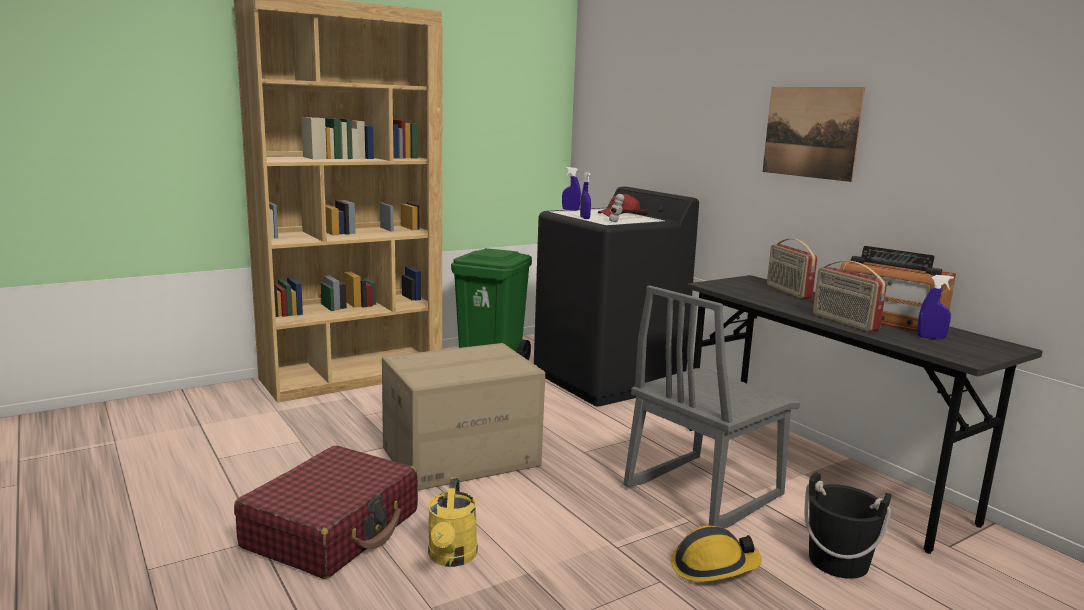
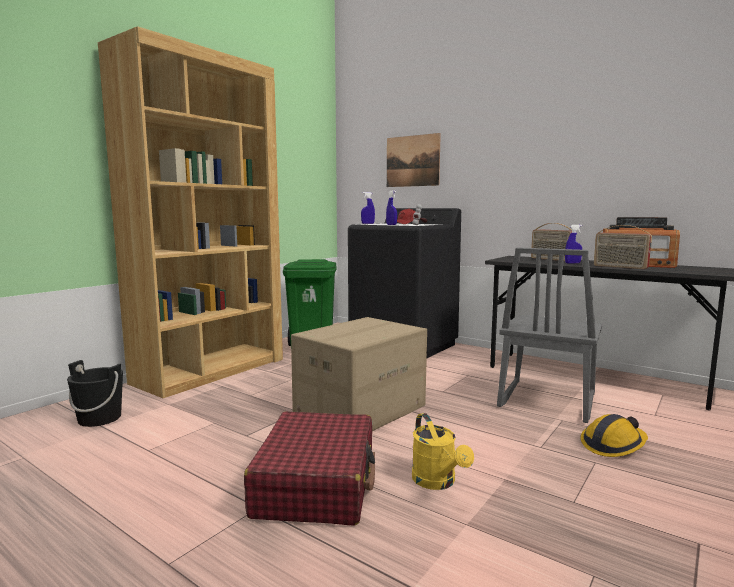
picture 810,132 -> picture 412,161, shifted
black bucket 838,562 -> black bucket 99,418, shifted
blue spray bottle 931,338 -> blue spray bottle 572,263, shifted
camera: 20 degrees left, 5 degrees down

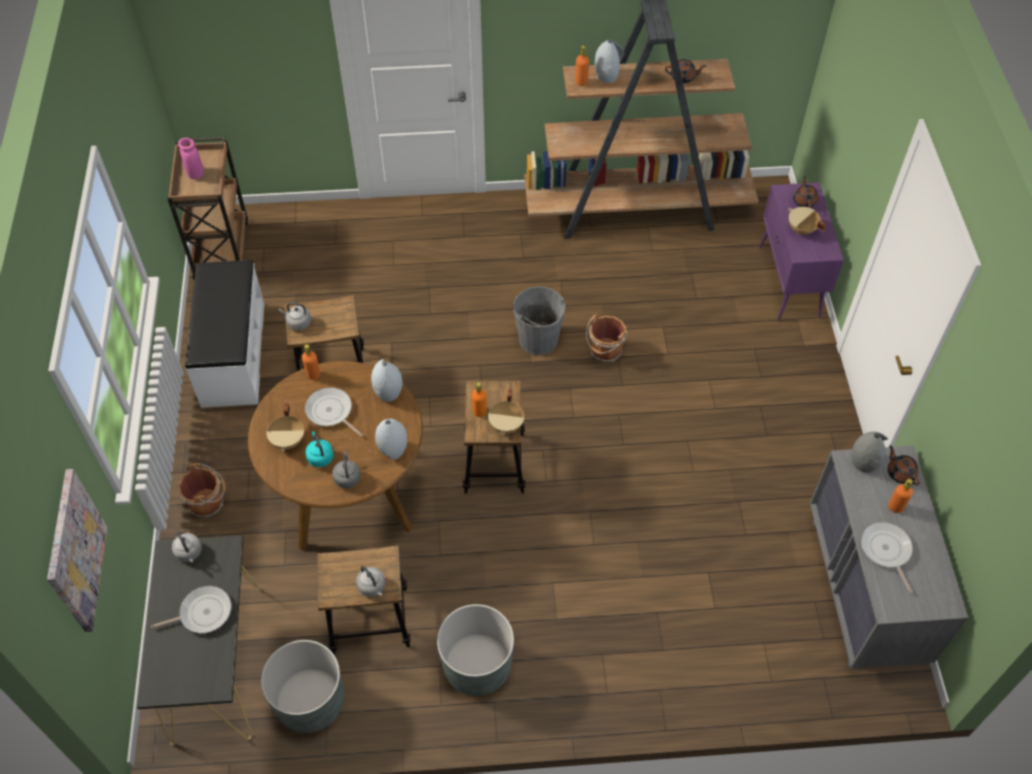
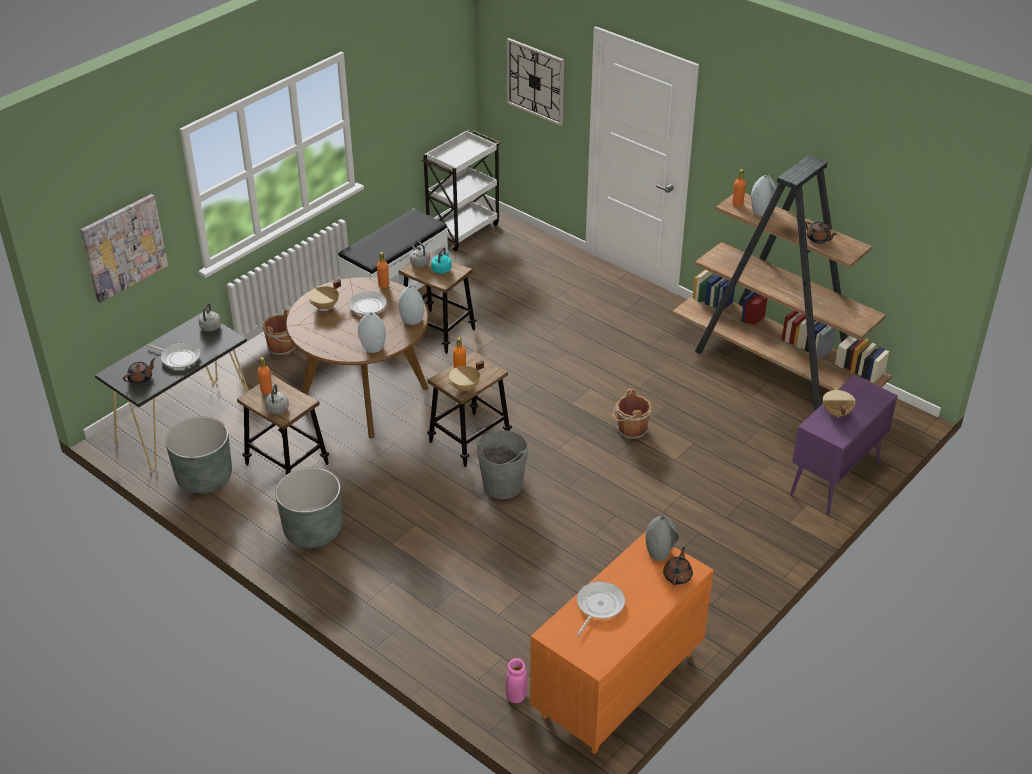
brown cart 221,248 -> white cart 463,229
pink vase 195,173 -> pink vase 516,696, shifted
turquoise kettle 320,456 -> turquoise kettle 442,269, shifted
grey kettle 347,477 -> none
grey bucket 538,339 -> grey bucket 502,485, shifted
brown teapot 804,201 -> brown teapot 141,378, shifted
grey dresser 863,590 -> orange dresser 617,686
orange bottle 895,507 -> orange bottle 266,391, shifted
none -> wall clock 535,81
camera: 45 degrees right, 15 degrees down

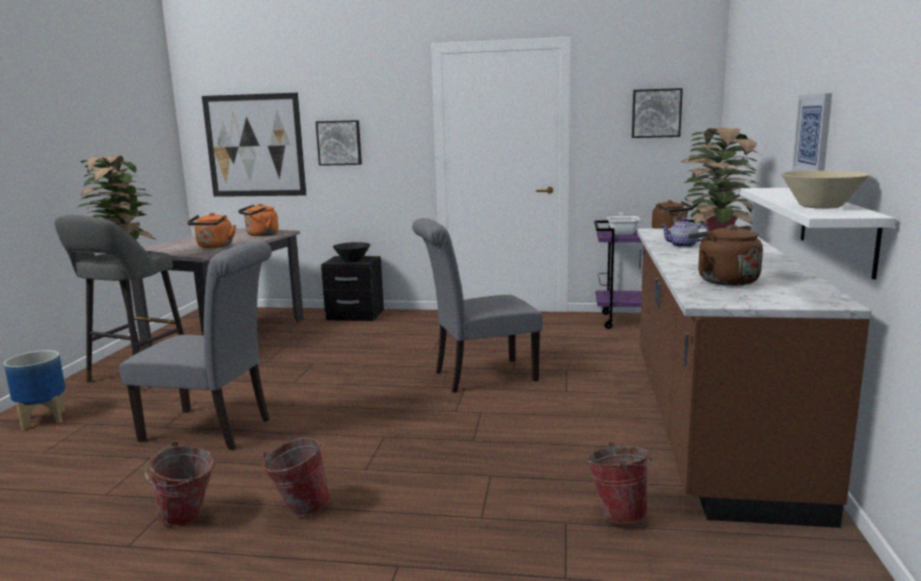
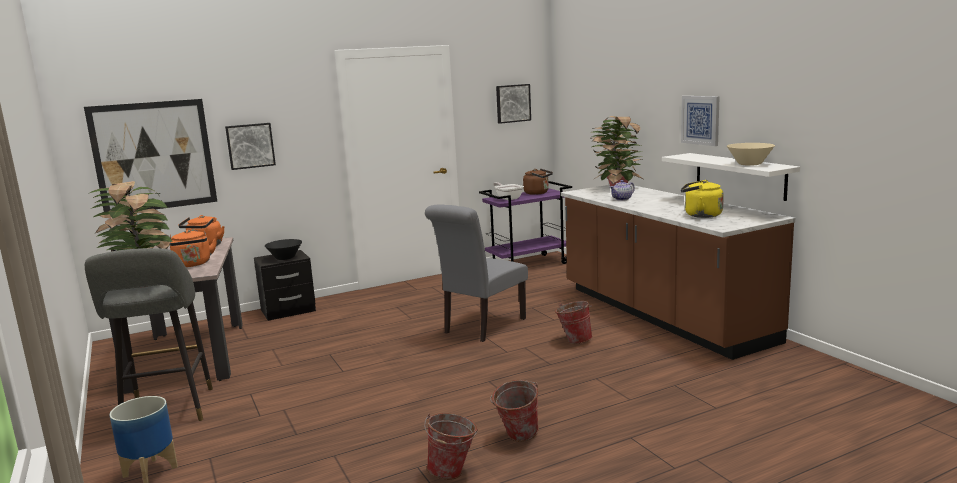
grey chair 214,430 -> none
bucket 618,513 -> bucket 574,340, shifted
brown kettle 723,280 -> yellow kettle 700,215
camera: 35 degrees left, 0 degrees up

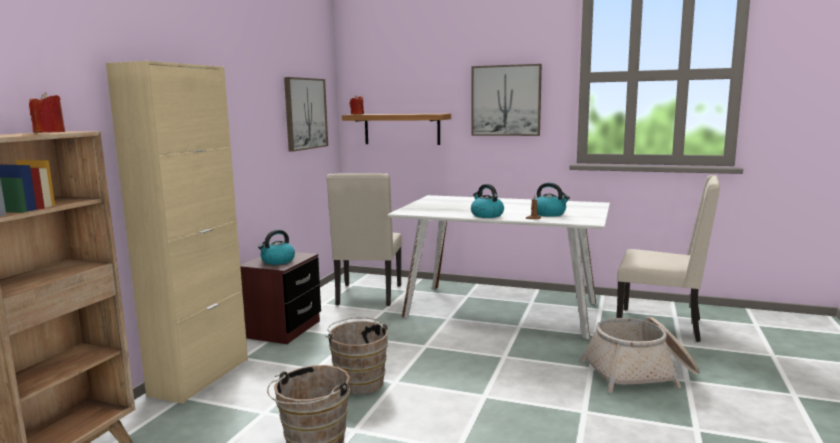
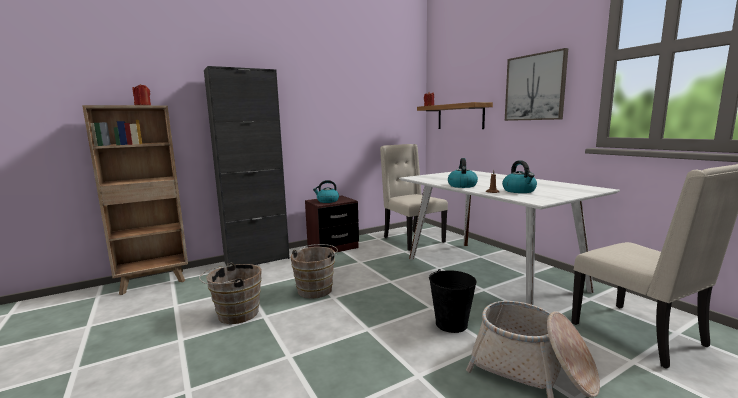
beige cabinet 200,377 -> black cabinet 257,260
picture 305,113 -> none
beige chair 368,296 -> beige chair 412,240, 105 degrees clockwise
none -> black bucket 451,324
camera: 40 degrees right, 0 degrees up

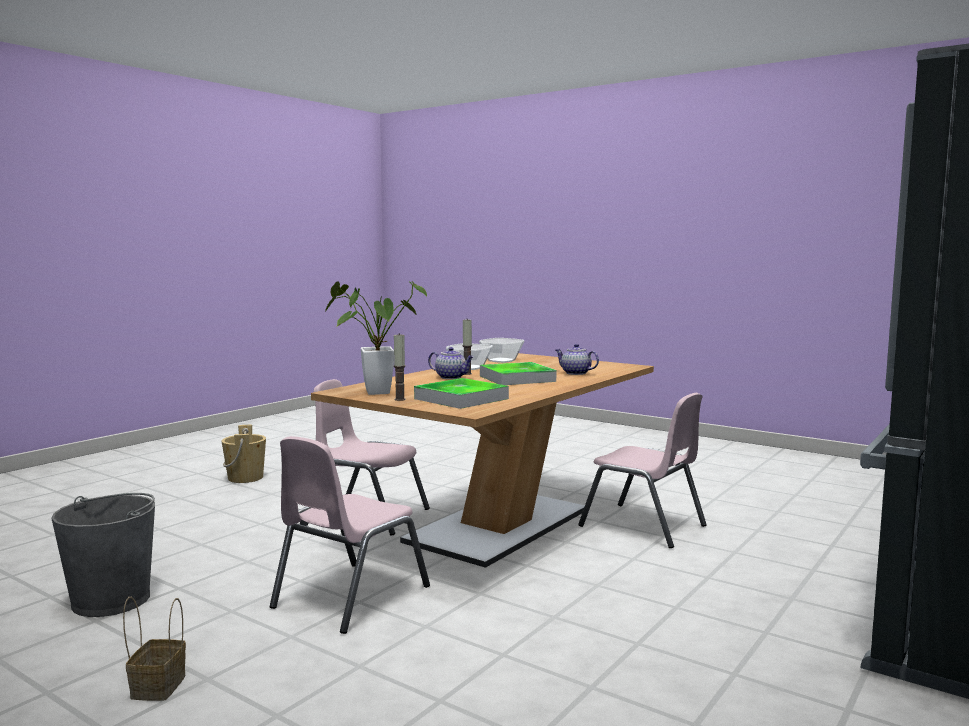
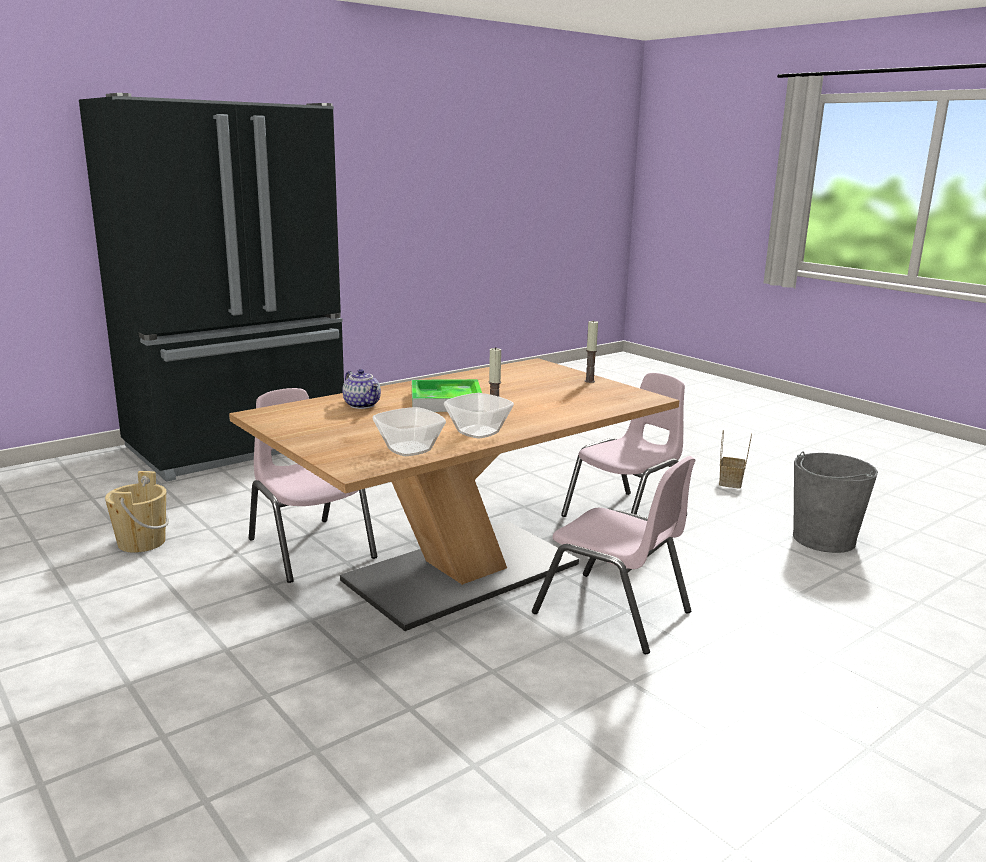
beige bucket 245,478 -> beige bucket 141,542, shifted
potted plant 370,392 -> none
tray 461,399 -> none
teapot 451,377 -> none
camera: 165 degrees left, 10 degrees up

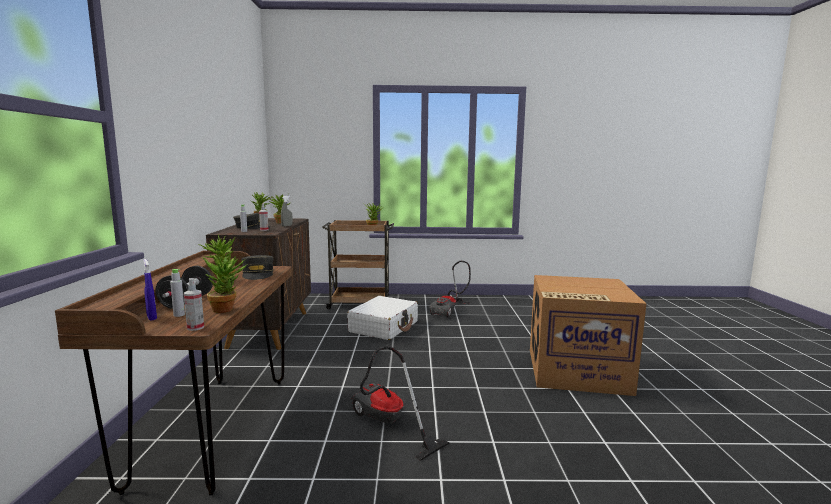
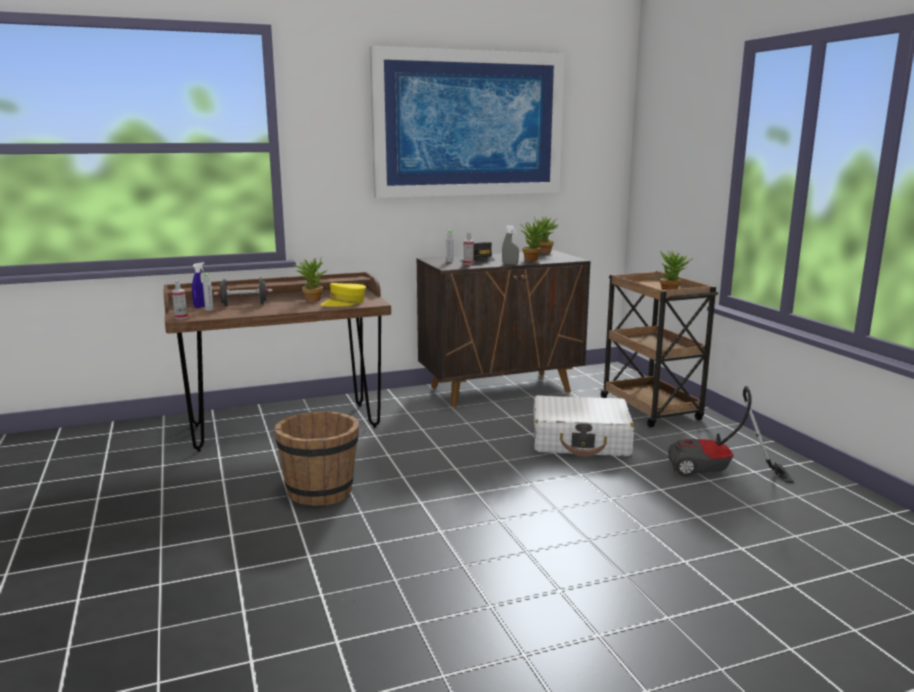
potted plant 227,309 -> none
grey cap 258,274 -> yellow cap 344,303
vacuum cleaner 386,424 -> brown bucket 320,491
cardboard box 575,371 -> none
none -> picture 469,124
camera: 70 degrees right, 5 degrees up

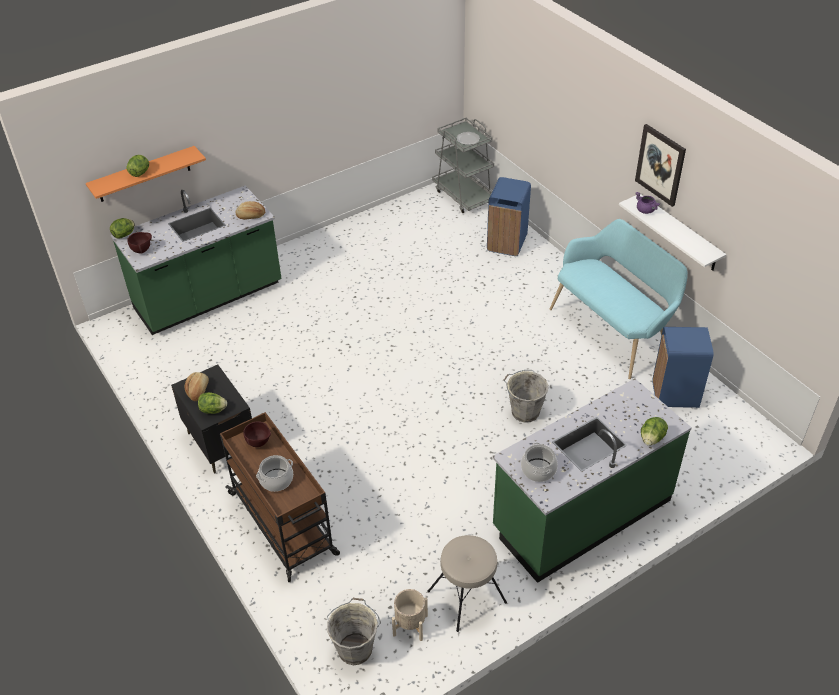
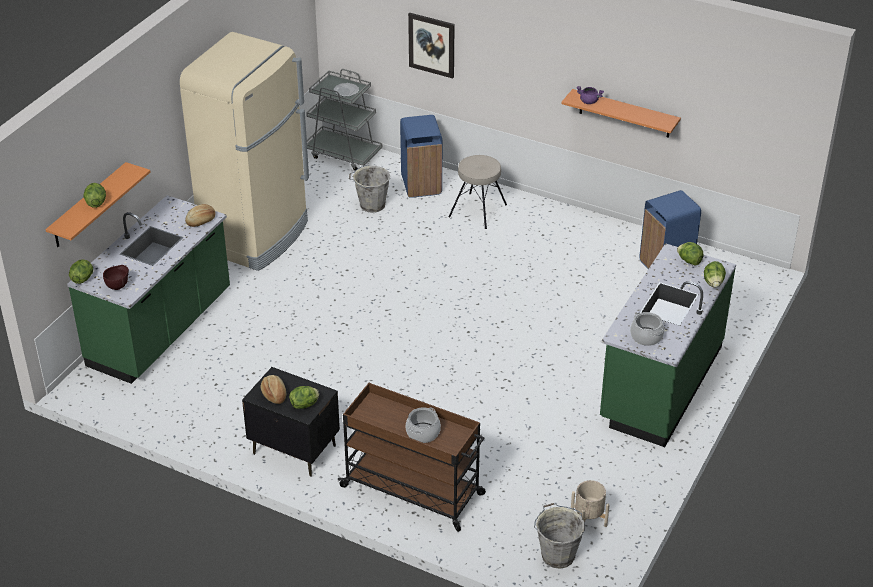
brown bowl 259,443 -> none
beige stool 467,597 -> beige stool 478,211, shifted
grey bucket 524,411 -> grey bucket 371,205, shifted
turquoise bench 612,330 -> none
white shelf 679,233 -> orange shelf 624,114
picture 660,165 -> picture 432,45, shifted
none -> beige fridge 256,236
none -> lettuce 689,261
camera: 30 degrees left, 5 degrees down

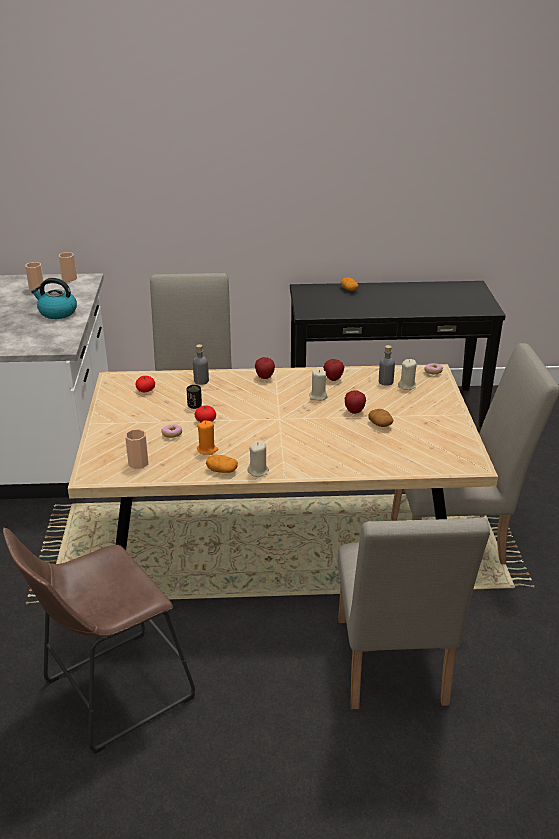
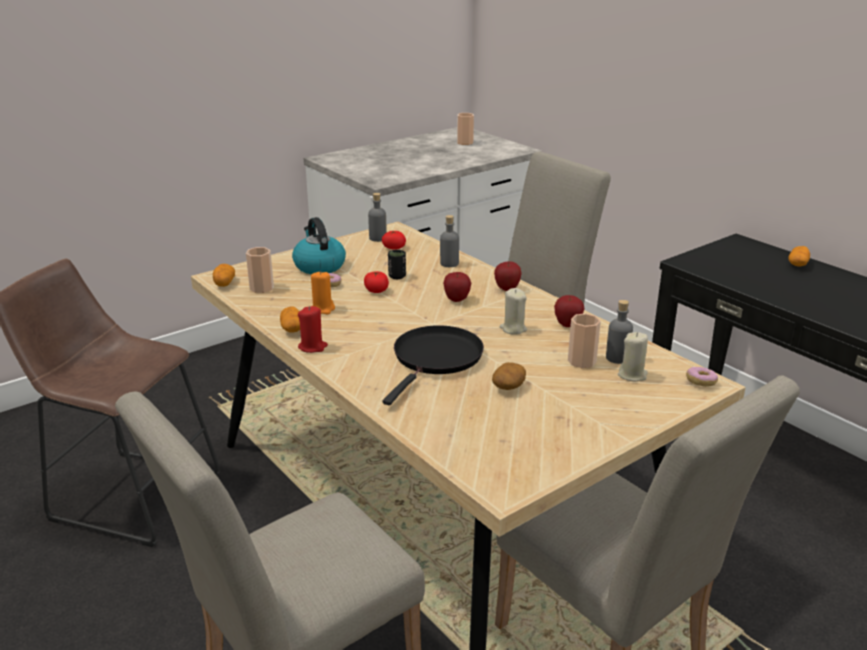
kettle 57,312 -> kettle 319,266, shifted
cup 69,278 -> cup 582,361, shifted
beige candle 258,471 -> red candle 312,347
apple 354,411 -> apple 456,300, shifted
none -> potato 224,283
none -> grey bottle 377,238
none -> black frying pan 436,359
camera: 55 degrees right, 5 degrees down

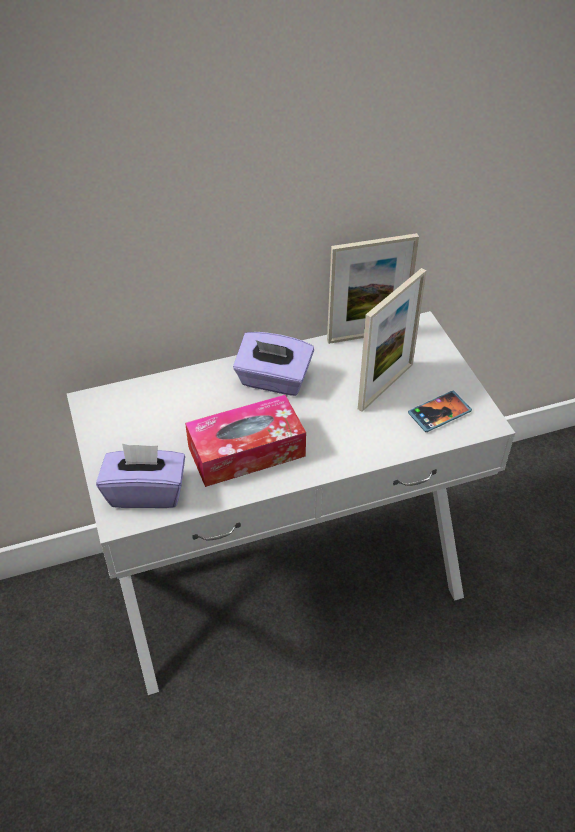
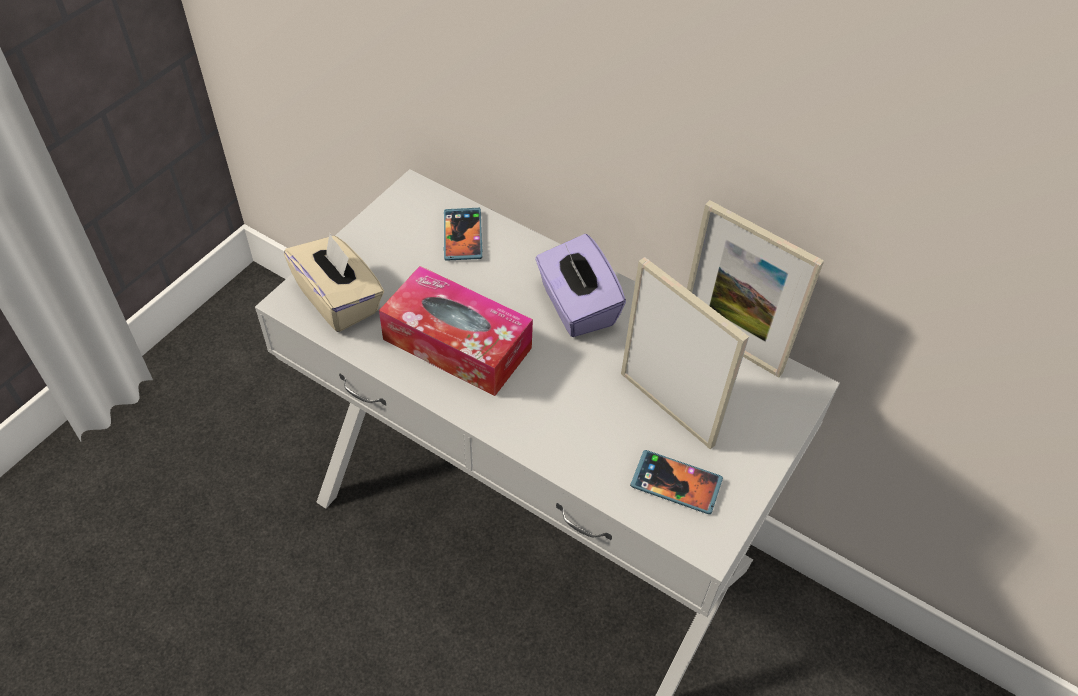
purple tissue box 146,492 -> beige tissue box 339,300
picture frame 385,386 -> picture frame 667,408, 135 degrees counterclockwise
none -> phone 462,236
camera: 50 degrees right, 5 degrees up

